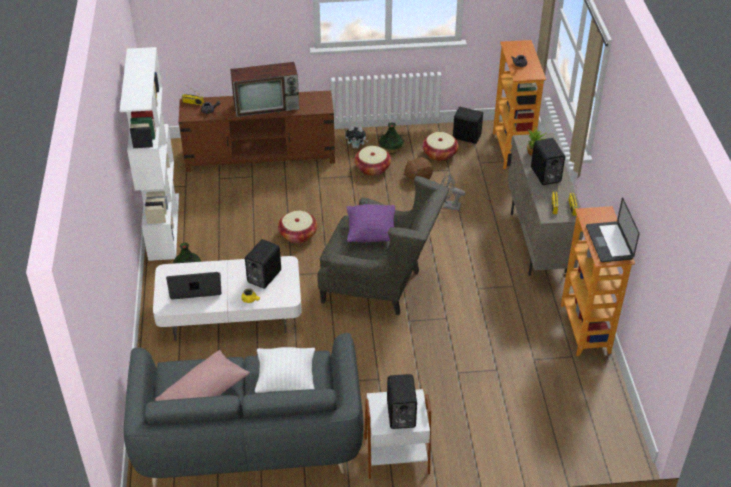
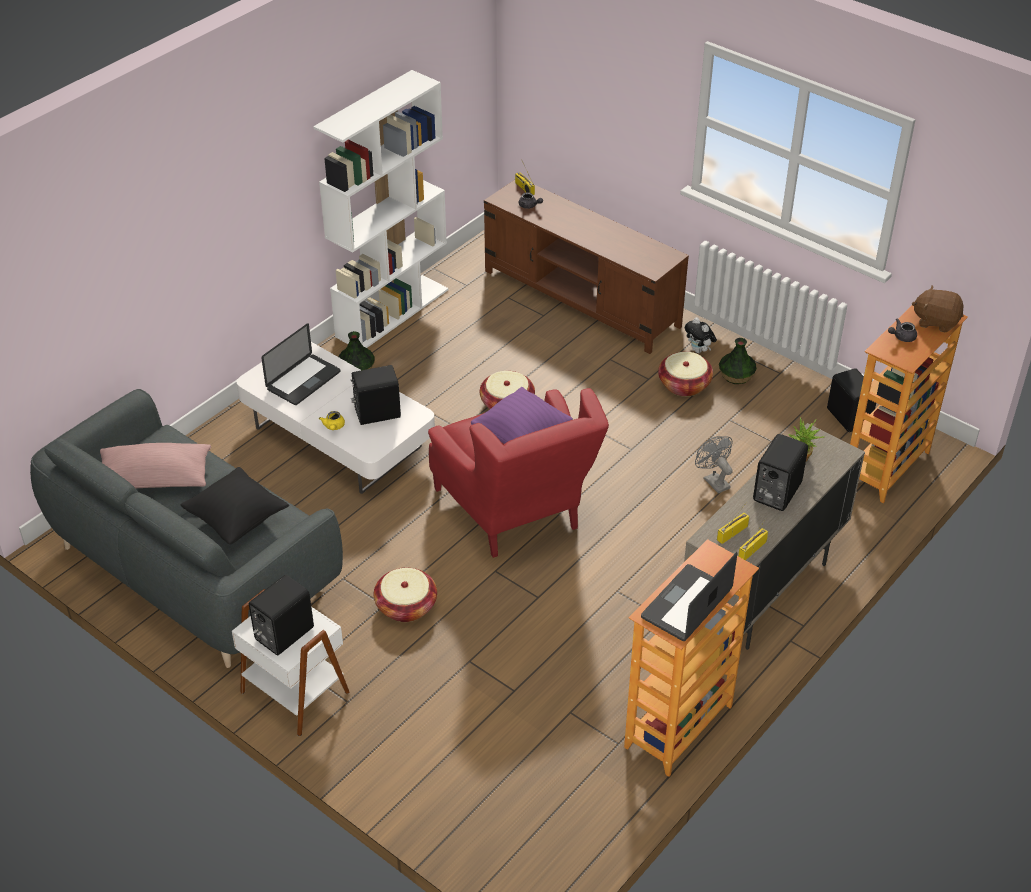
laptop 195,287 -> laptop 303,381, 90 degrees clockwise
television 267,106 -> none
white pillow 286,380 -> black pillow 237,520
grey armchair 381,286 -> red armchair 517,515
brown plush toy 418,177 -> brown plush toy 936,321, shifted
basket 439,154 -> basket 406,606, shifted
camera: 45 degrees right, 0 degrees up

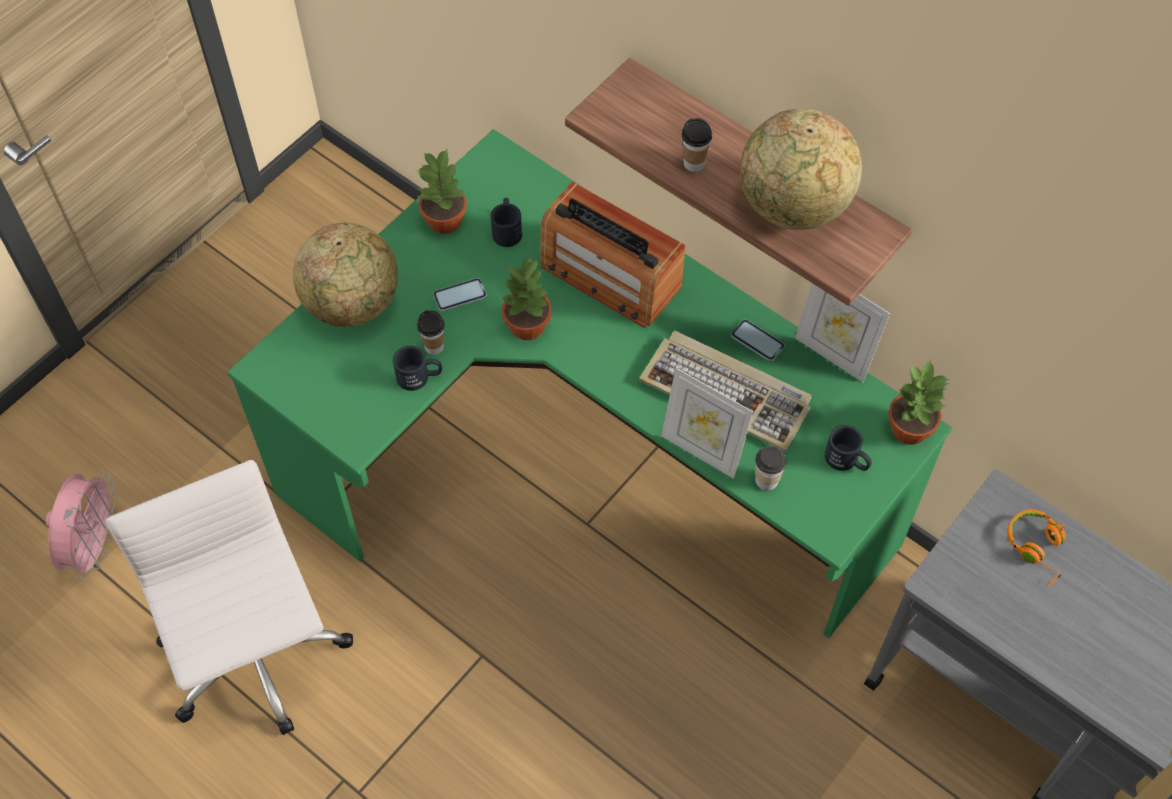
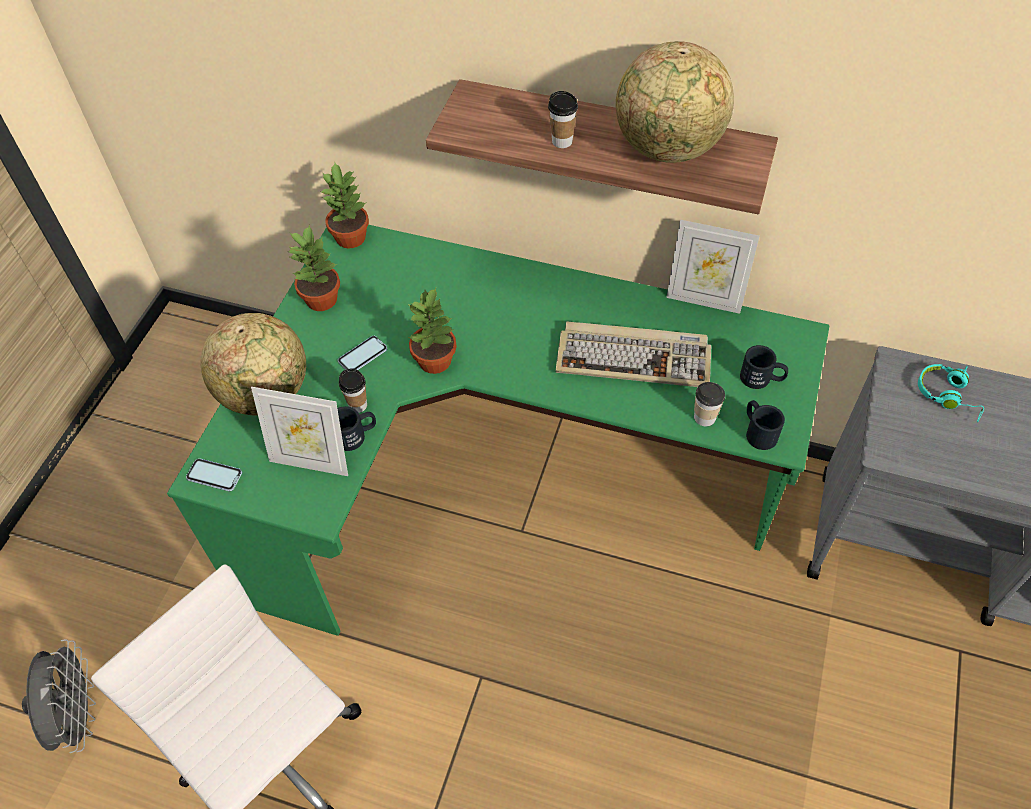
pink fan 94,546 -> grey fan 79,715
black mug 507,229 -> black mug 758,431, shifted
radio 610,276 -> none
picture frame 702,450 -> picture frame 311,461, shifted
phone 757,341 -> phone 214,476, shifted
potted plant 910,428 -> potted plant 351,237, shifted
orange headphones 1037,549 -> turquoise headphones 948,396
camera: 20 degrees left, 5 degrees down

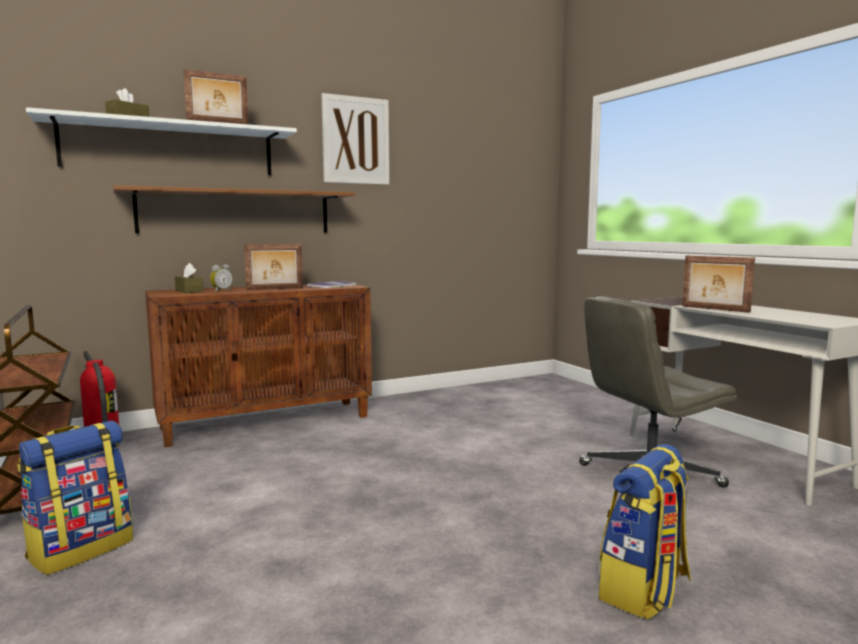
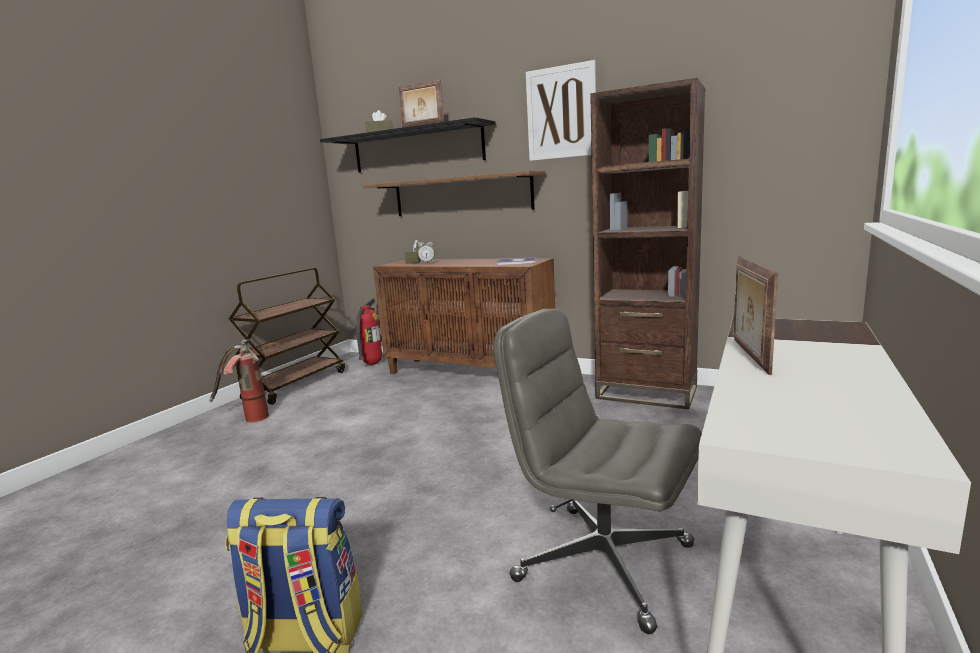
backpack 81,549 -> fire extinguisher 247,419
white shelf 170,148 -> black shelf 416,149
picture frame 275,289 -> none
none -> brown bookcase 646,393
camera: 55 degrees right, 5 degrees up

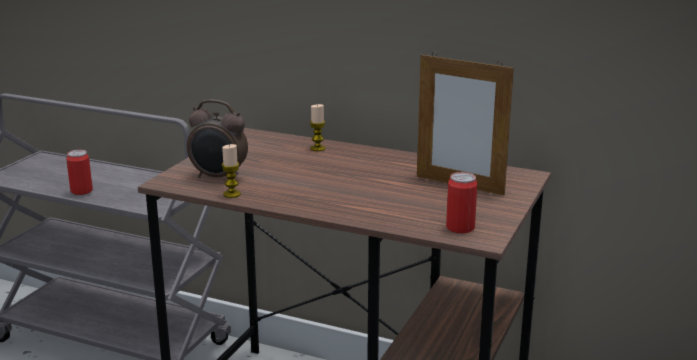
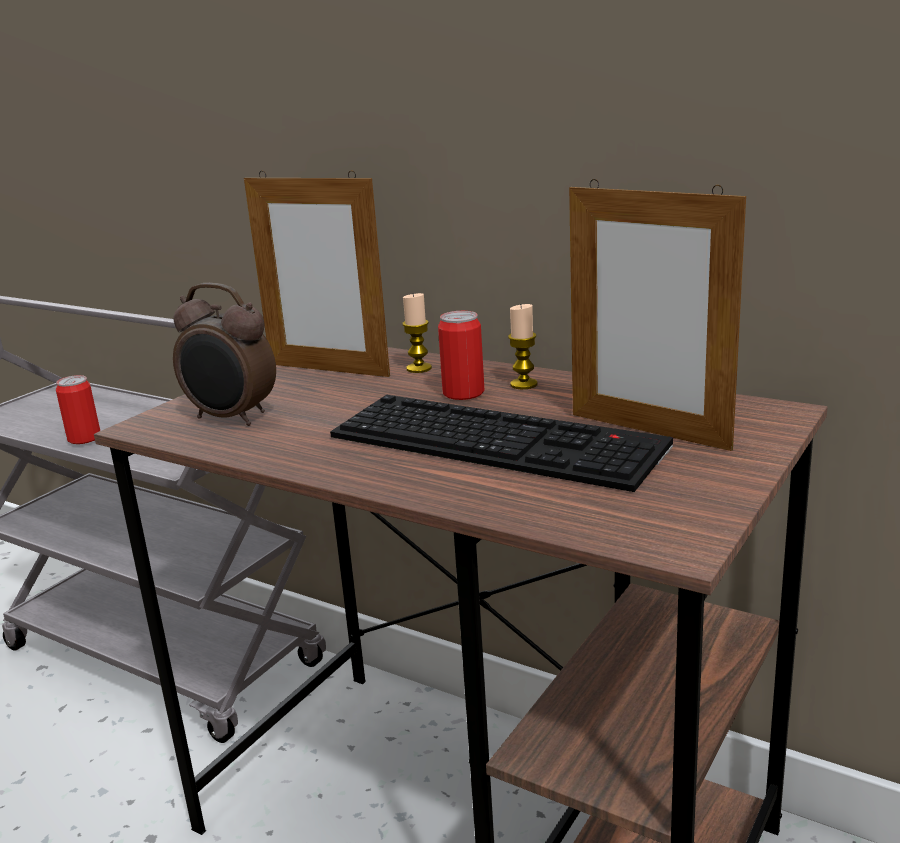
candle 232,194 -> candle 523,384, shifted
can 460,228 -> can 463,393, shifted
none -> picture frame 328,370
none -> keyboard 501,440
camera: 10 degrees right, 0 degrees up

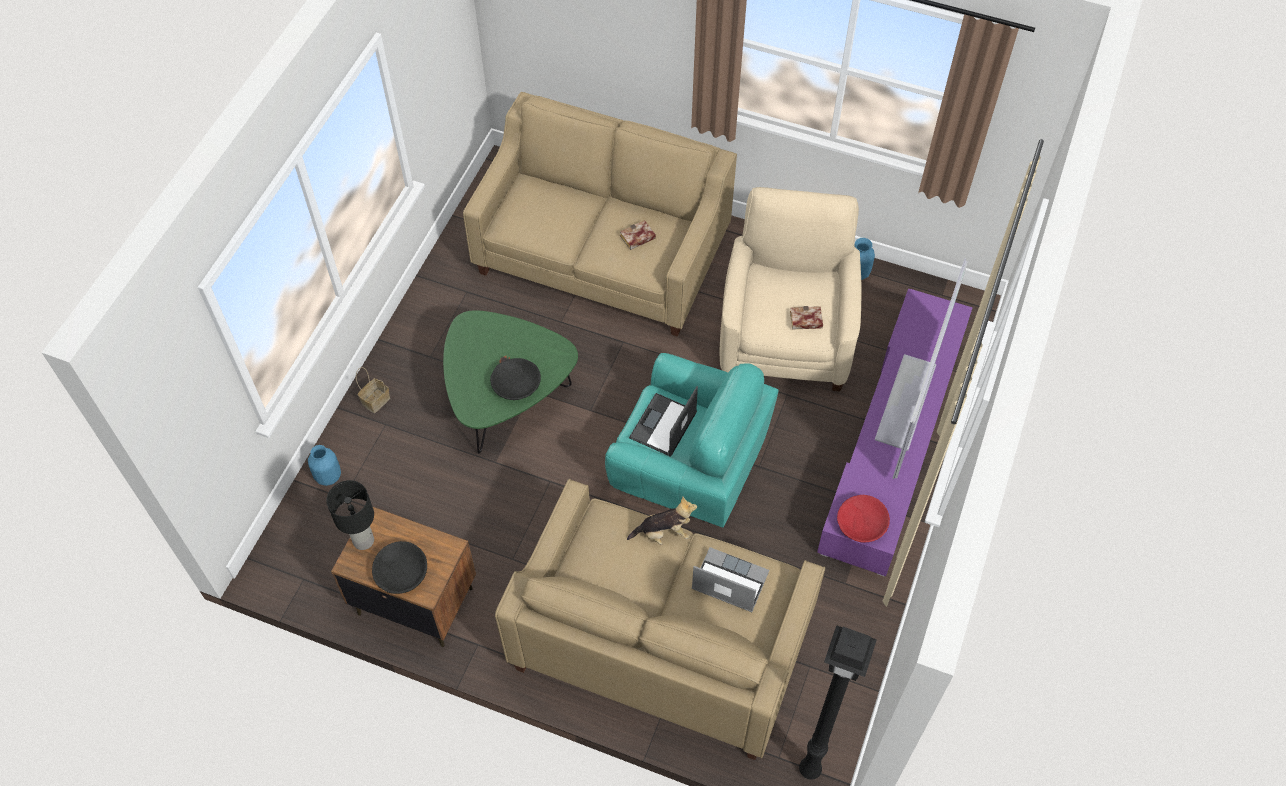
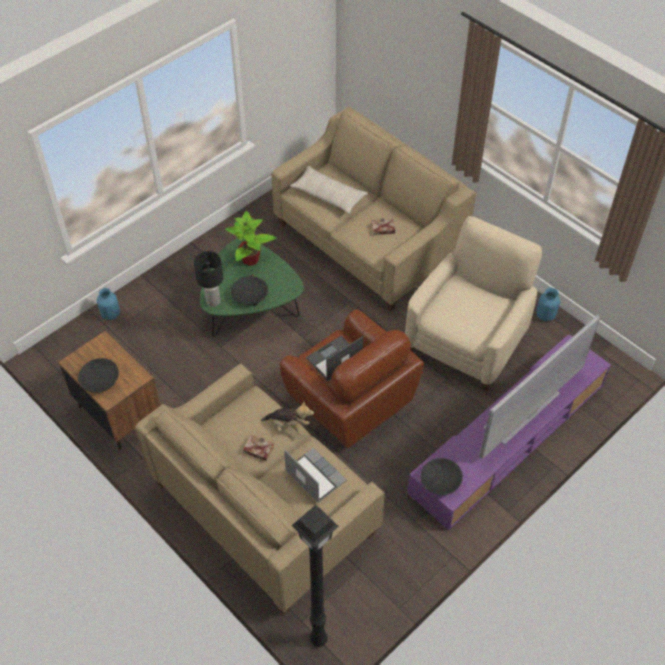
black table lamp 363,540 -> black table lamp 213,301, shifted
basket 376,400 -> none
turquoise armchair 689,466 -> brown armchair 349,400
book 804,321 -> book 257,450, shifted
red bowl 862,524 -> black bowl 441,481
none -> potted plant 250,260
none -> beige pillow 328,195
camera: 25 degrees right, 5 degrees down

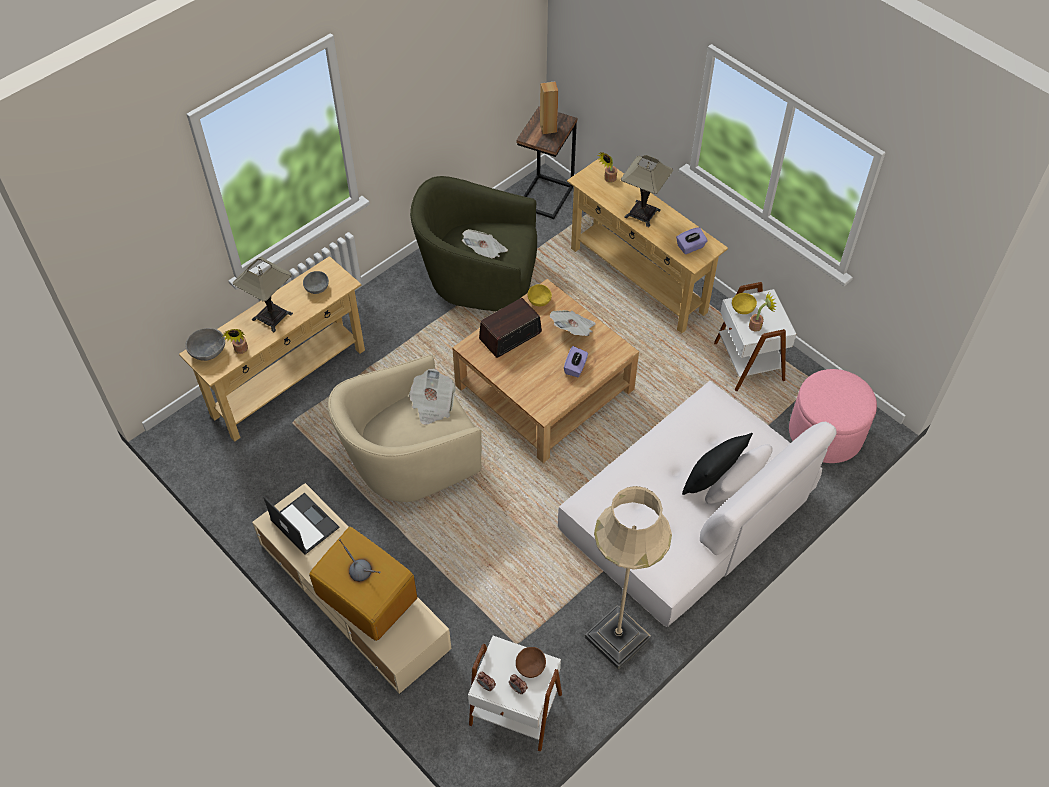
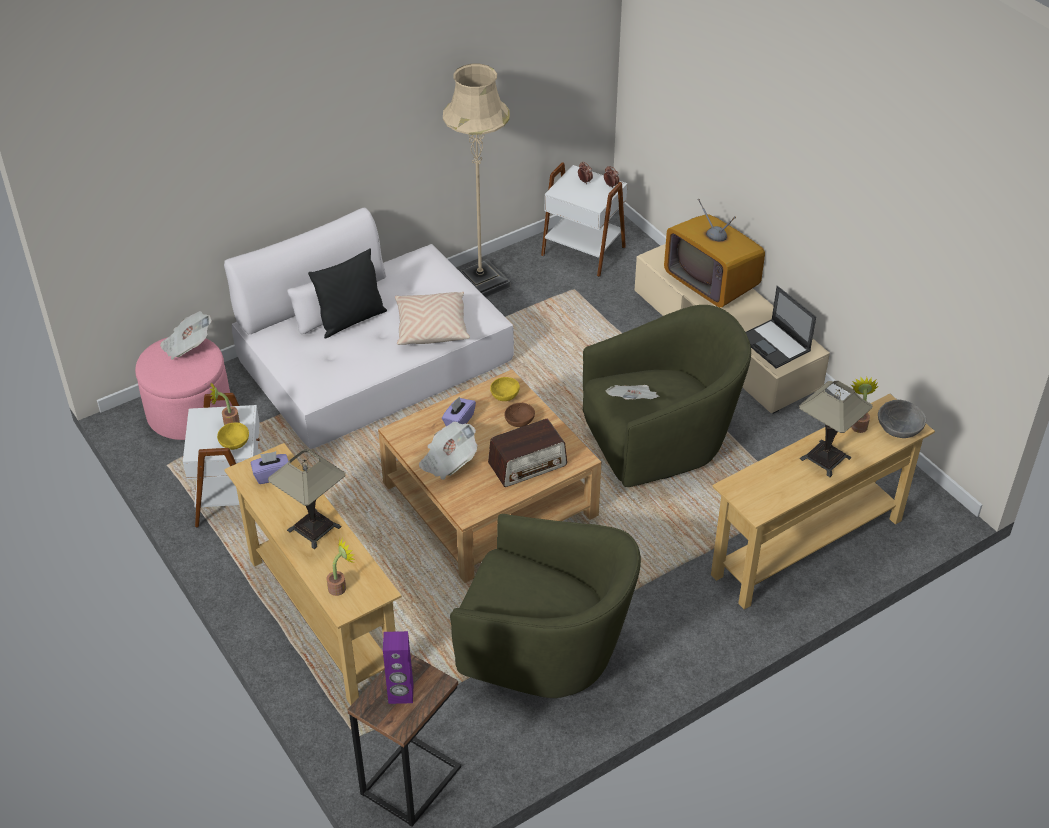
grey bowl 317,288 -> none
beige armchair 410,462 -> green armchair 660,443
newspaper 485,252 -> newspaper 187,346, shifted
brown bowl 531,666 -> brown bowl 519,421, shifted
yellow bowl 539,300 -> yellow bowl 504,396, shifted
brown speaker 548,128 -> purple speaker 401,694
none -> beige pillow 431,327
camera: 170 degrees left, 10 degrees down

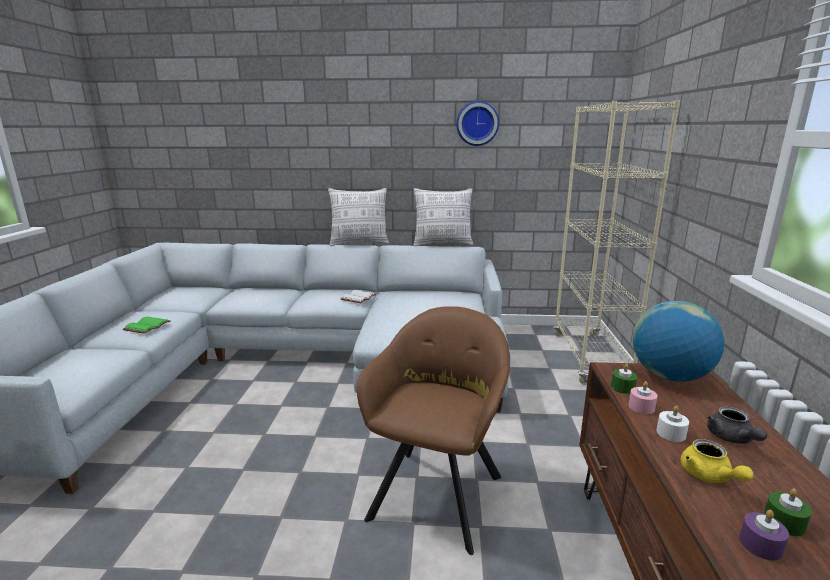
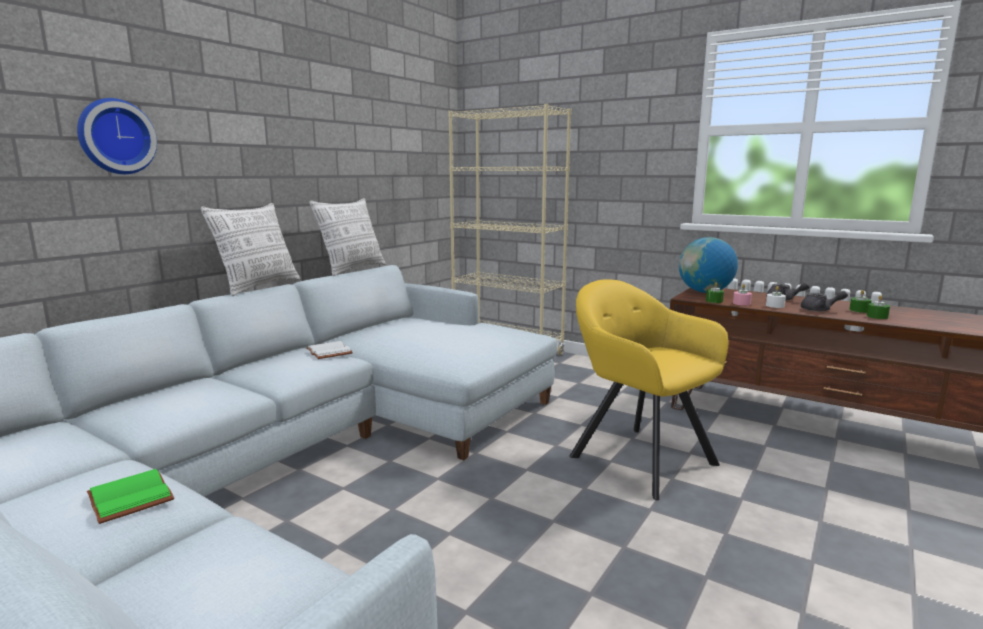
brown armchair 439,491 -> yellow armchair 638,457
wall clock 477,123 -> wall clock 115,137, shifted
yellow teapot 709,476 -> grey teapot 820,310
purple candle 760,545 -> green candle 877,316
camera: 60 degrees left, 5 degrees down

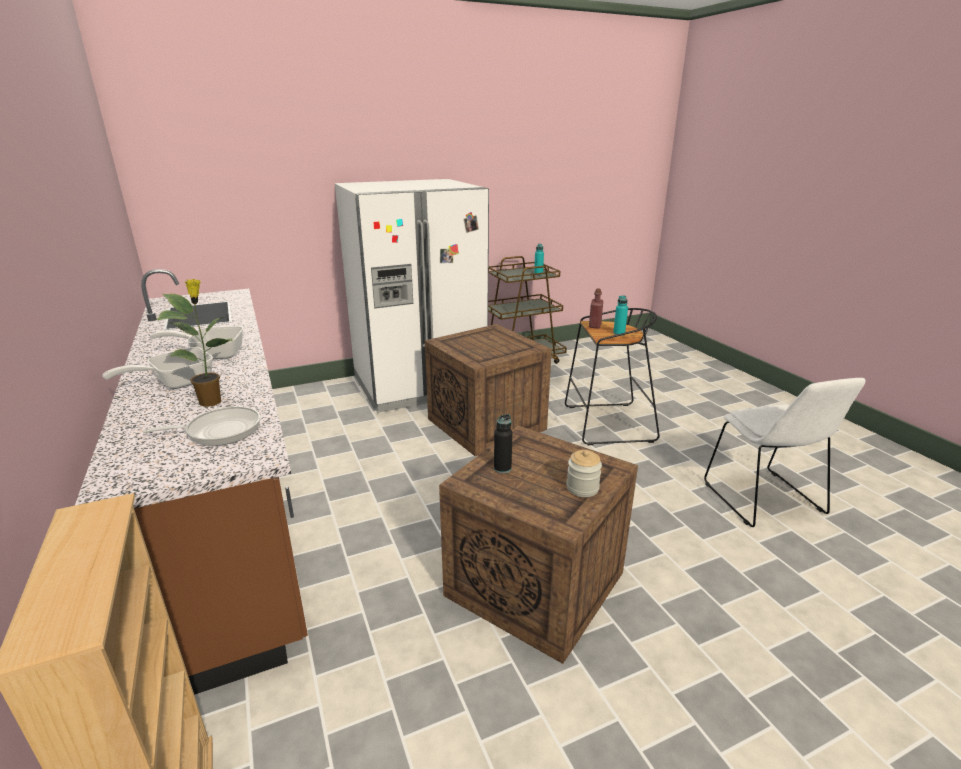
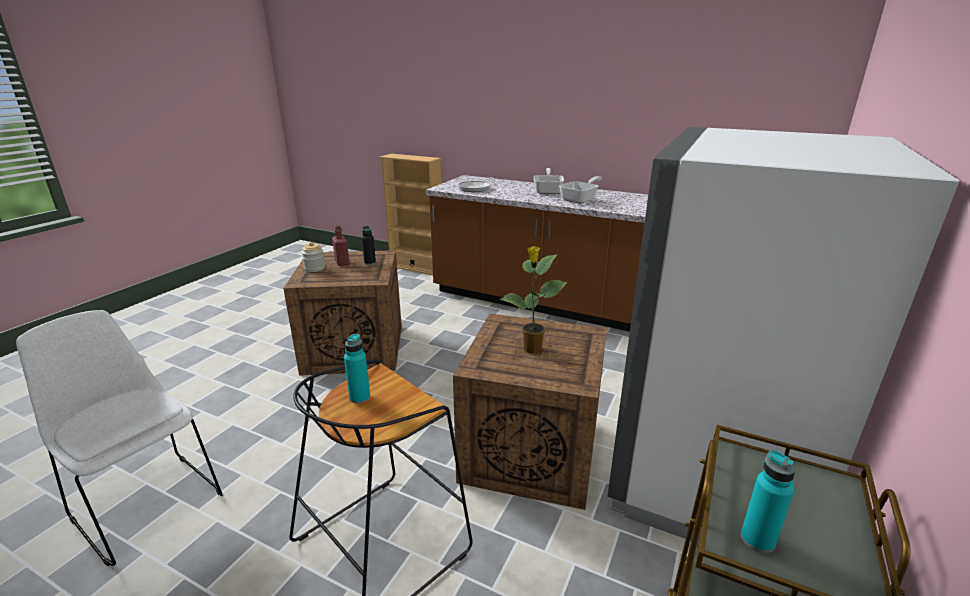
potted plant 212,402 -> potted plant 531,349, shifted
red bottle 595,325 -> red bottle 342,262, shifted
camera: 140 degrees right, 0 degrees up

